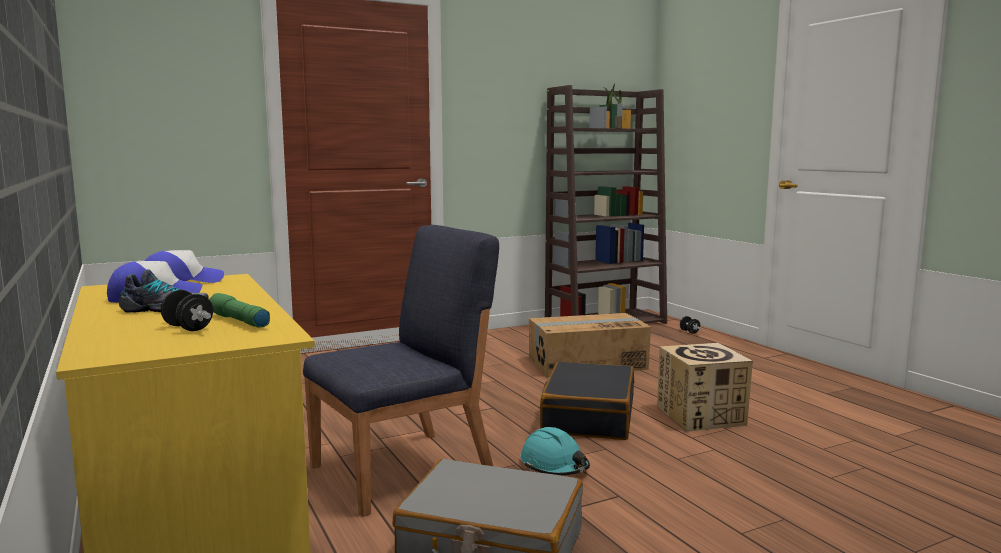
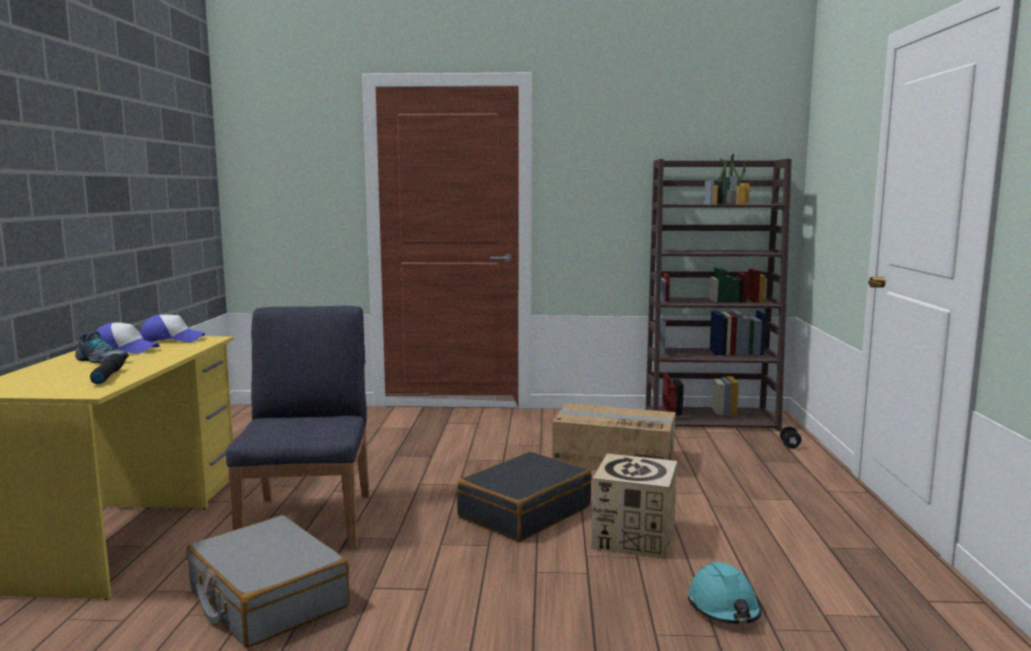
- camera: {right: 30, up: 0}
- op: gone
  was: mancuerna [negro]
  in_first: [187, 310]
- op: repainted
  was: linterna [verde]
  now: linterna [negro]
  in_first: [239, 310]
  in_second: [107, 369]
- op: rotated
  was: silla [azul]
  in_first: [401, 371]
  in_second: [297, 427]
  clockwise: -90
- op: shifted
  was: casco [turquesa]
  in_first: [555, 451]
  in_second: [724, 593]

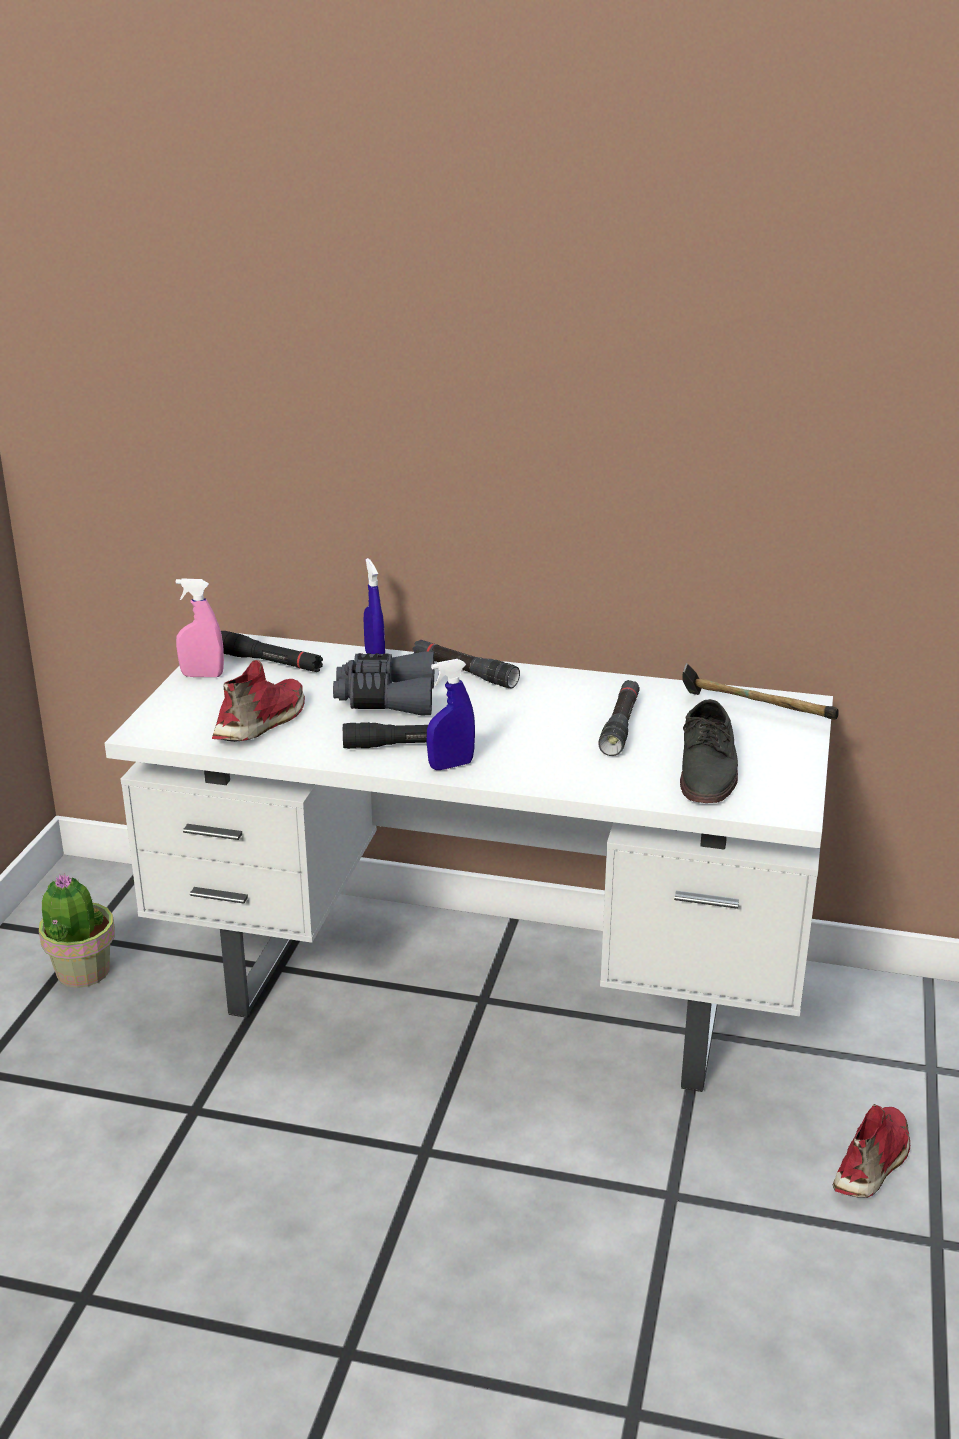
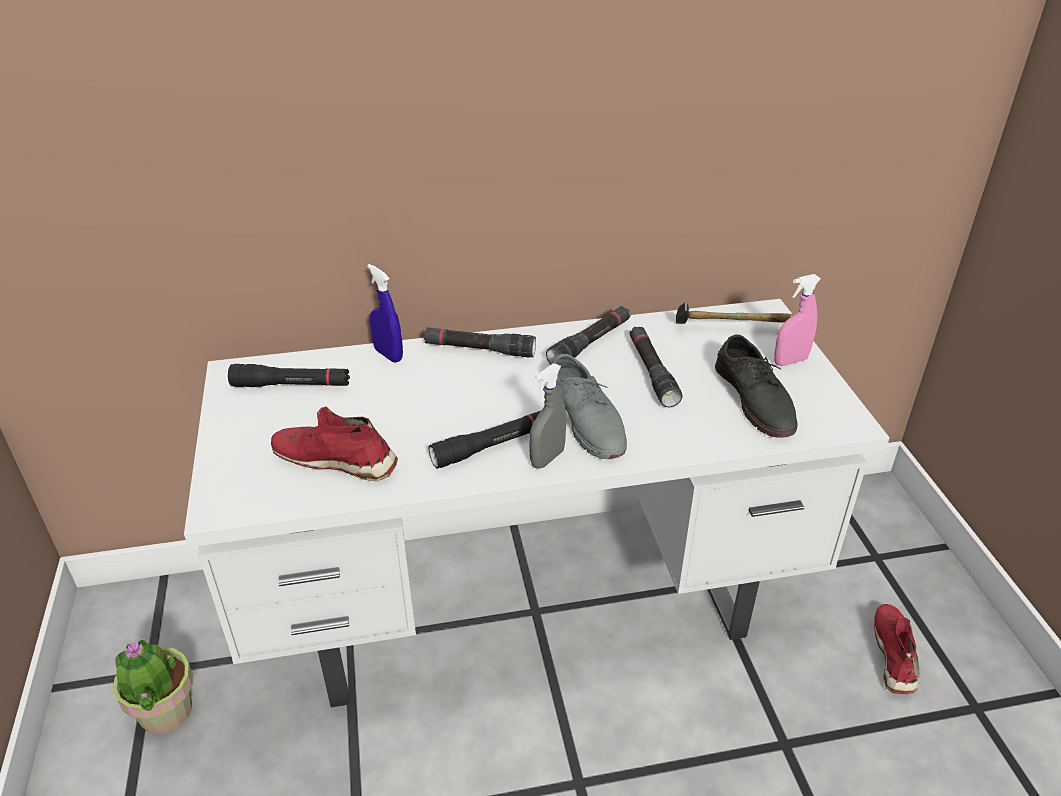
- camera: {right: -25, up: 10}
- op: shifted
  was: pulverizador [rosa]
  in_first: [200, 628]
  in_second: [797, 320]
- op: rotated
  was: zapato [rojo]
  in_first: [258, 701]
  in_second: [334, 444]
  clockwise: -75
- op: gone
  was: prismáticos [gris]
  in_first: [383, 683]
- op: repainted
  was: pulverizador [azul]
  now: pulverizador [gris]
  in_first: [451, 714]
  in_second: [547, 416]
- op: new
  now: linterna [negro]
  in_second: [588, 335]
- op: new
  now: zapato [gris]
  in_second: [589, 406]

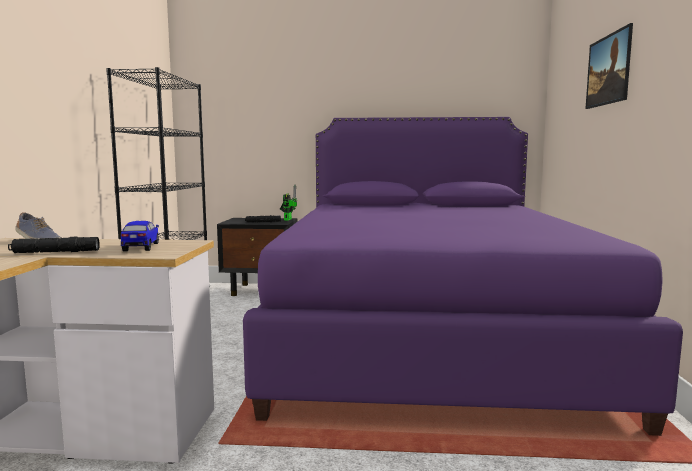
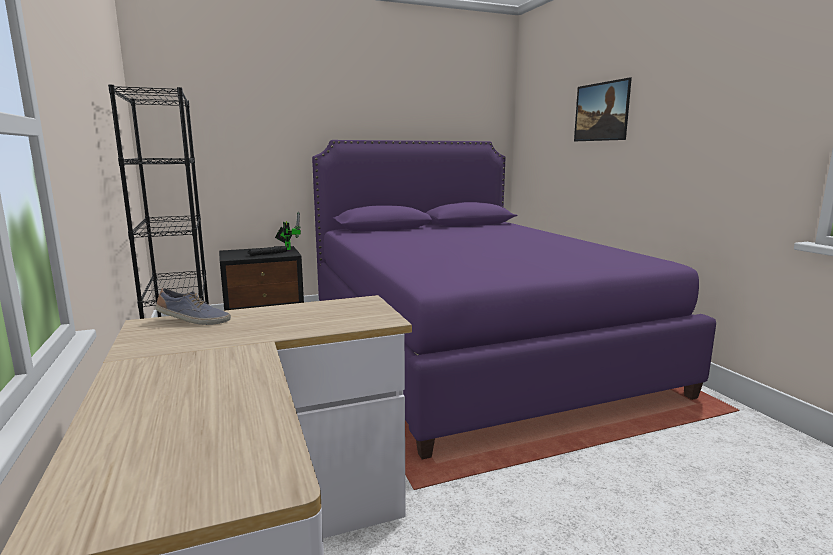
- camera: {right: -25, up: 5}
- op: gone
  was: linterna [negro]
  in_first: [54, 245]
- op: gone
  was: coche de juguete
  in_first: [140, 236]

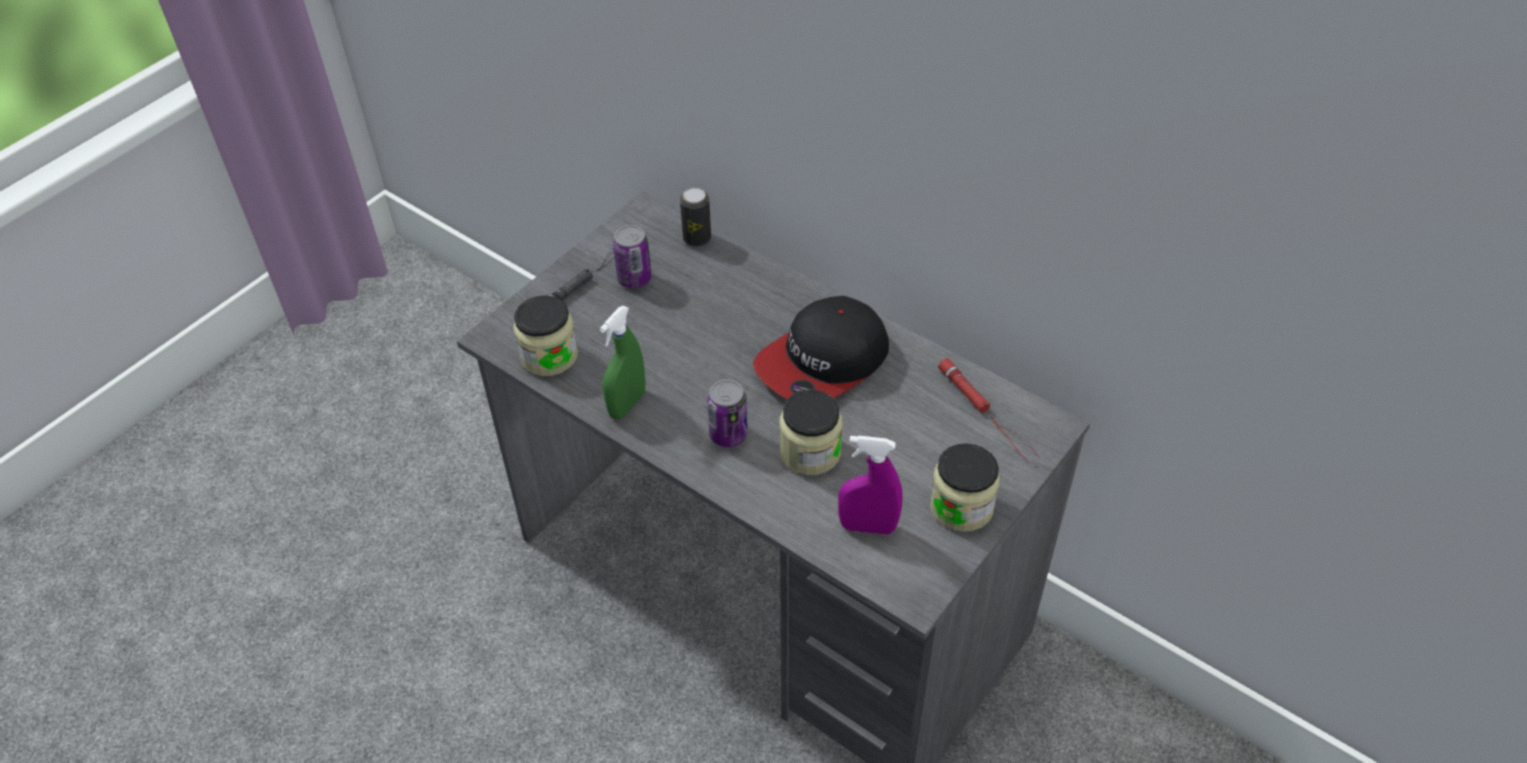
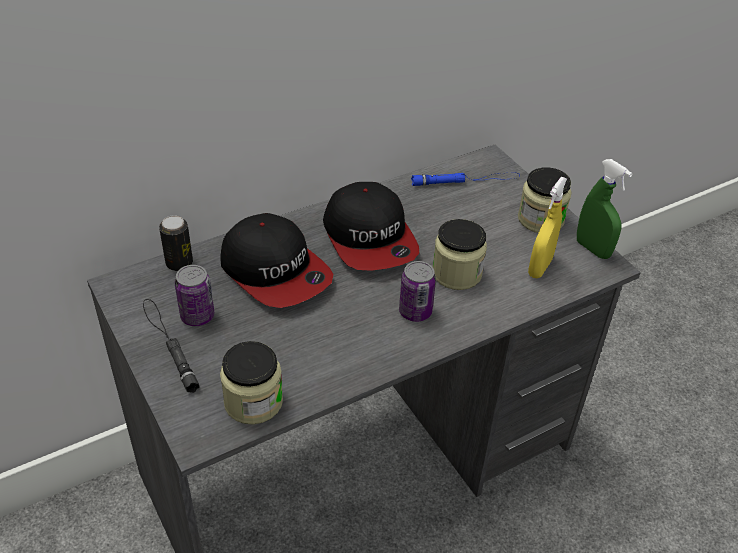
- camera: {right: -70, up: -5}
- op: shifted
  was: pulverizador [verde]
  in_first: [623, 362]
  in_second: [604, 209]
- op: repainted
  was: pulverizador [morado]
  now: pulverizador [amarillo]
  in_first: [870, 485]
  in_second: [547, 227]
- op: repainted
  was: linterna [rojo]
  now: linterna [azul]
  in_first: [989, 411]
  in_second: [465, 179]
- op: new
  now: gorra
  in_second: [276, 260]

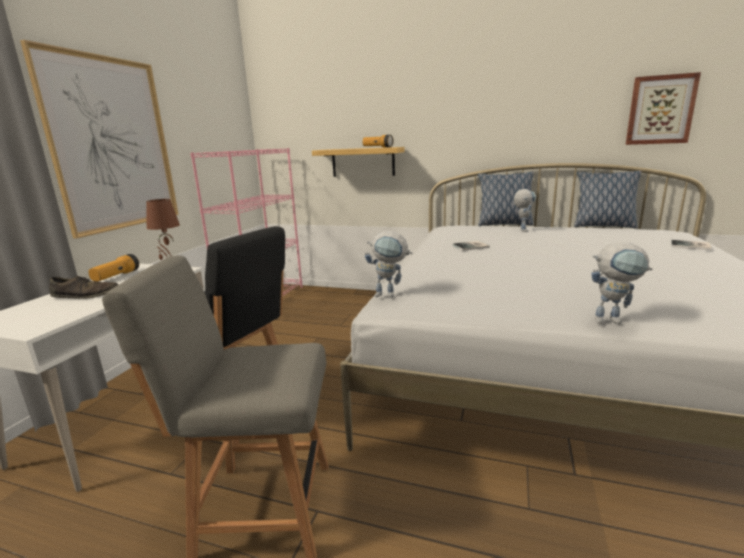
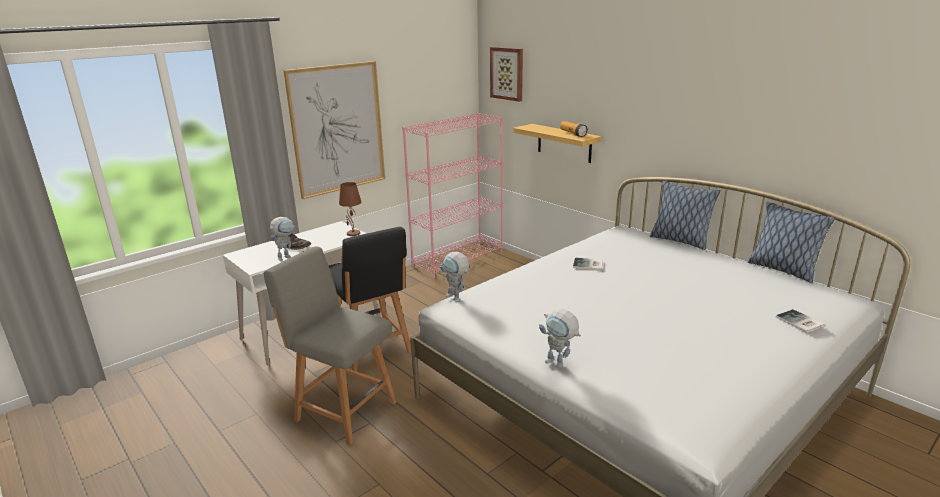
- camera: {right: 30, up: 5}
- op: gone
  was: linterna
  in_first: [113, 268]
- op: shifted
  was: robot de juguete
  in_first: [525, 210]
  in_second: [281, 239]
- op: shifted
  was: cuadro
  in_first: [663, 108]
  in_second: [506, 74]

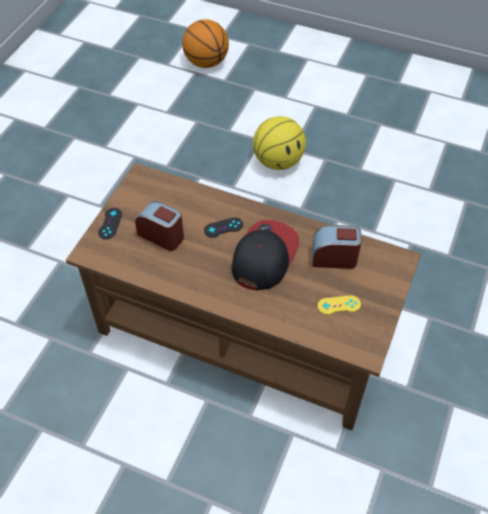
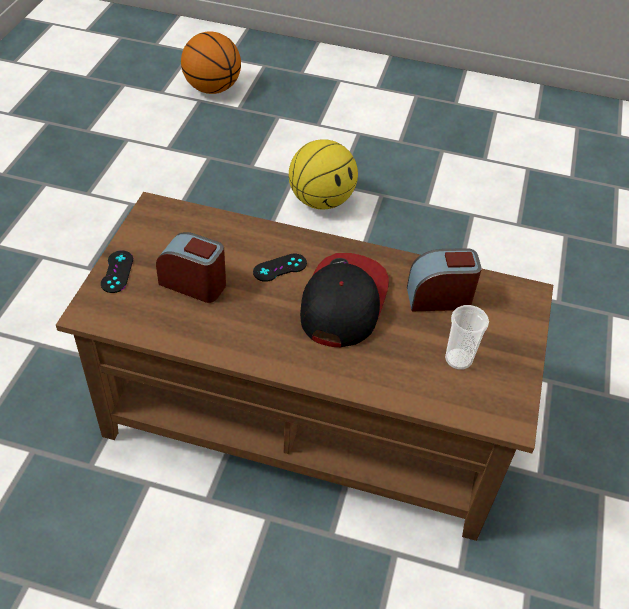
- camera: {right: -10, up: -5}
- op: swapped
  was: mando de consola [amarillo]
  now: taza
  in_first: [339, 305]
  in_second: [467, 337]

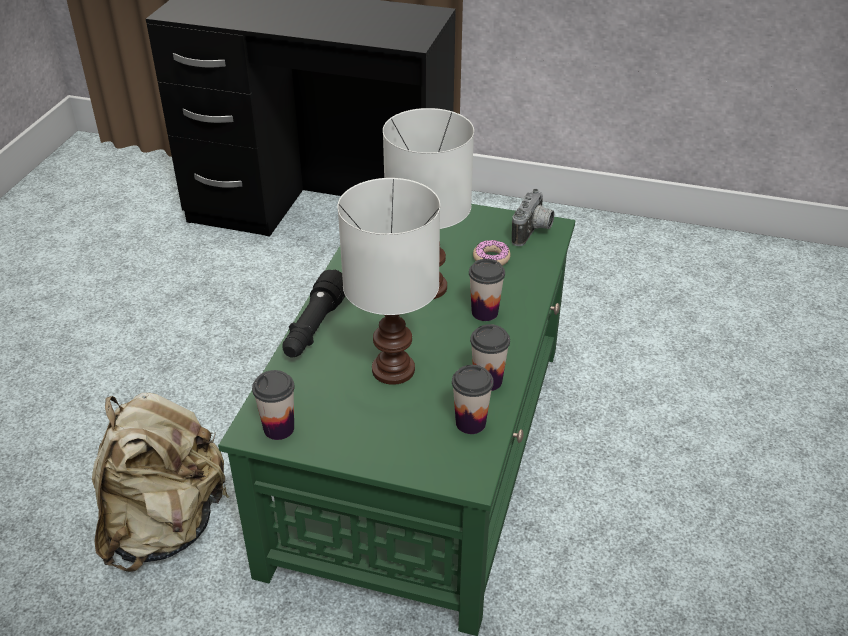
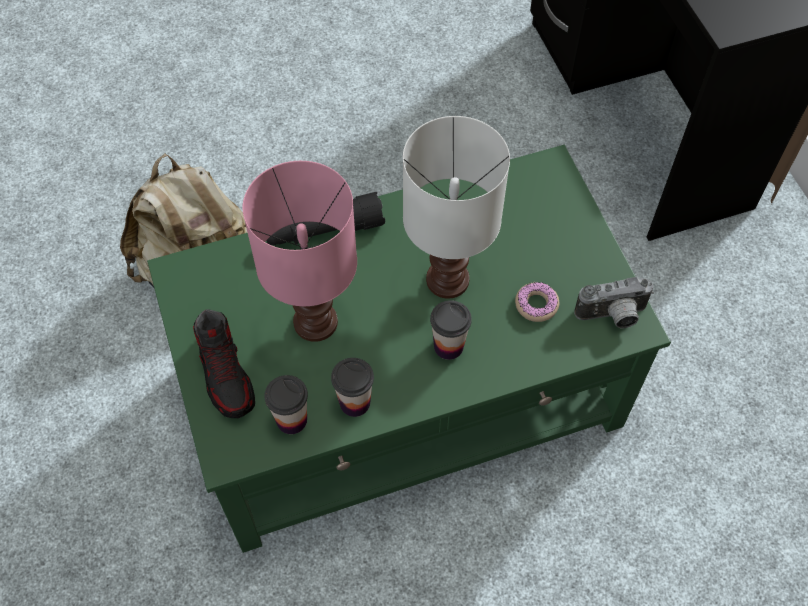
- camera: {right: 55, up: 20}
- op: gone
  was: taza
  in_first: [273, 405]
- op: repainted
  was: lámpara de mesa [blanco]
  now: lámpara de mesa [rosa]
  in_first: [388, 281]
  in_second: [300, 251]
- op: new
  now: zapato
  in_second: [224, 363]

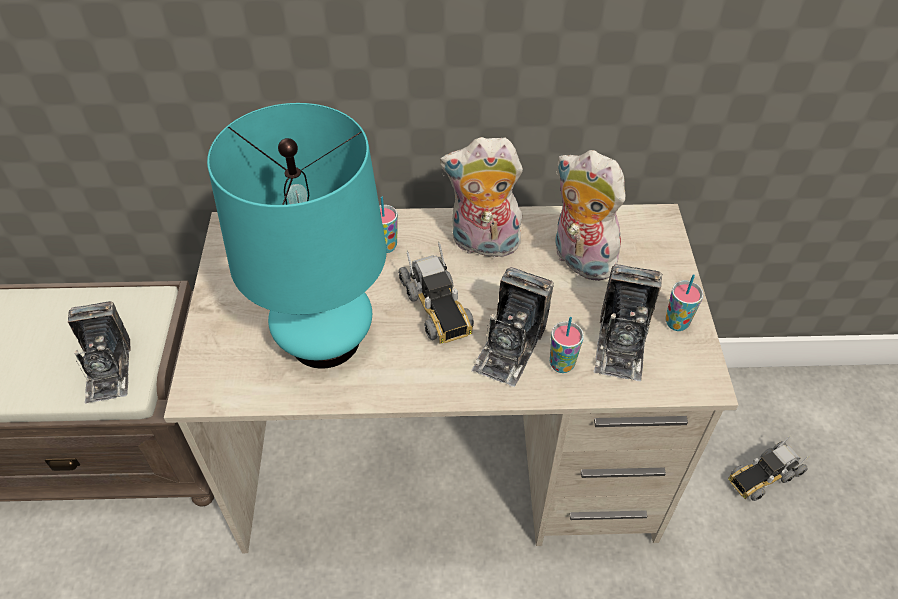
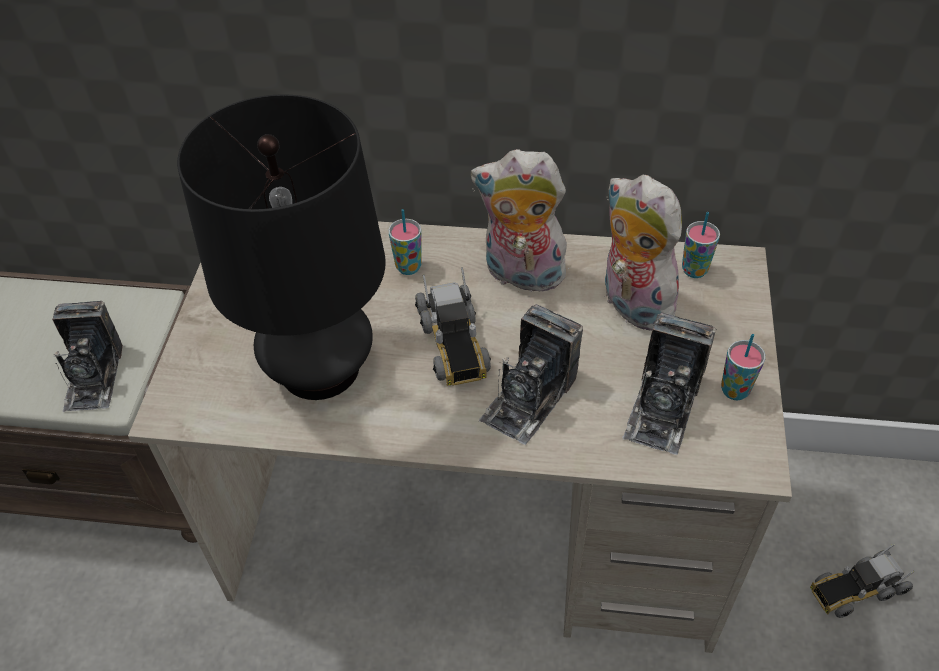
- camera: {right: 10, up: 0}
- op: repainted
  was: lámpara de mesa [turquesa]
  now: lámpara de mesa [negro]
  in_first: [297, 236]
  in_second: [281, 247]
- op: shifted
  was: taza
  in_first: [567, 345]
  in_second: [701, 245]

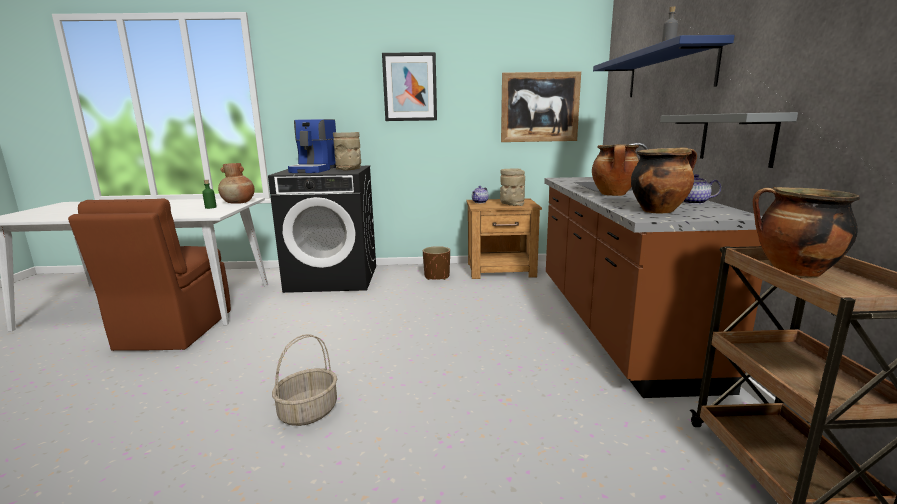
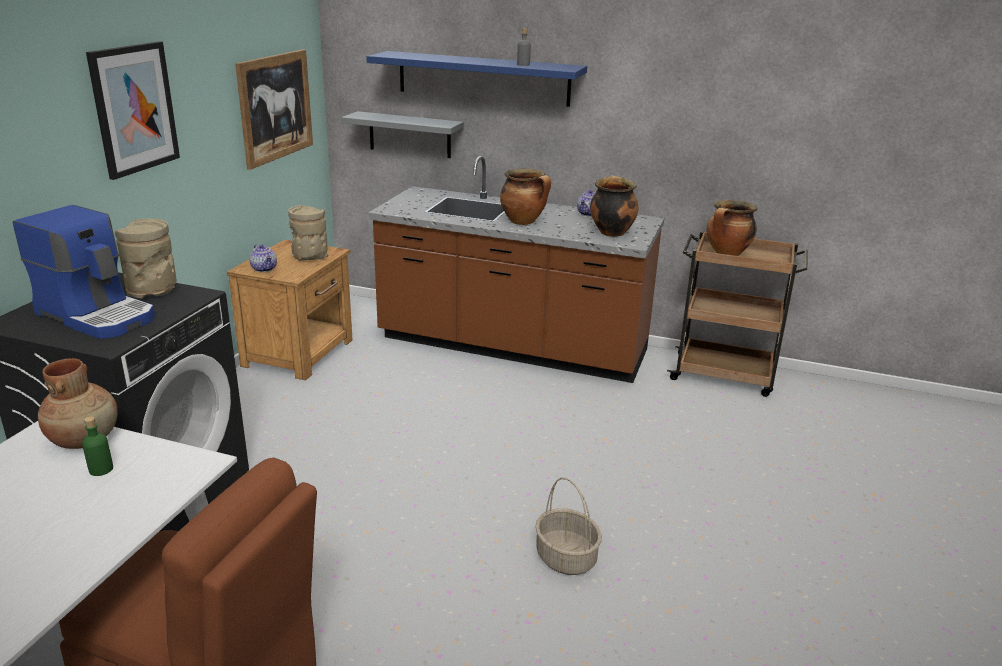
- camera: {right: -70, up: 10}
- op: gone
  was: maceta [marrón]
  in_first: [436, 263]
- op: shifted
  was: estante [gris]
  in_first: [729, 140]
  in_second: [402, 134]

